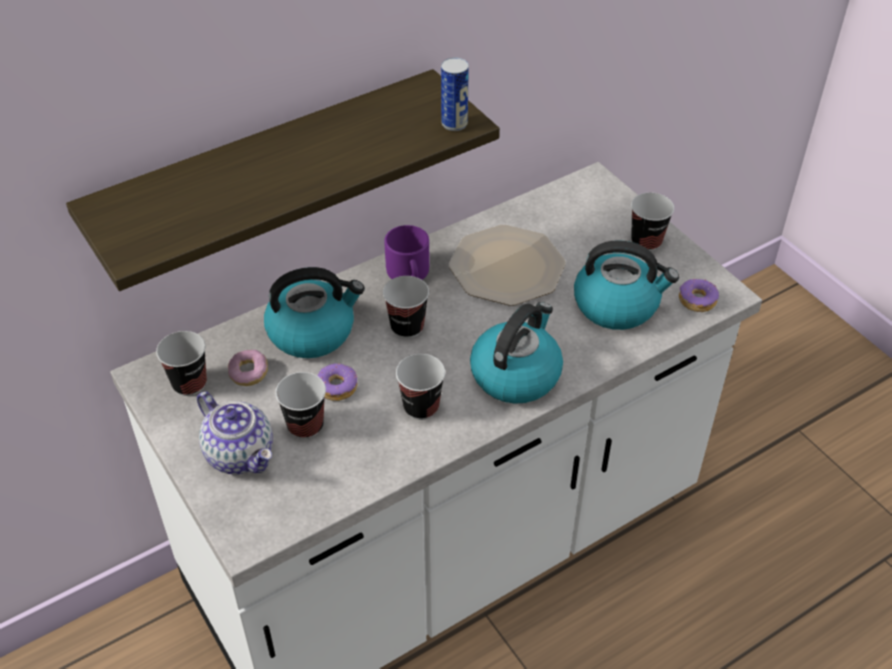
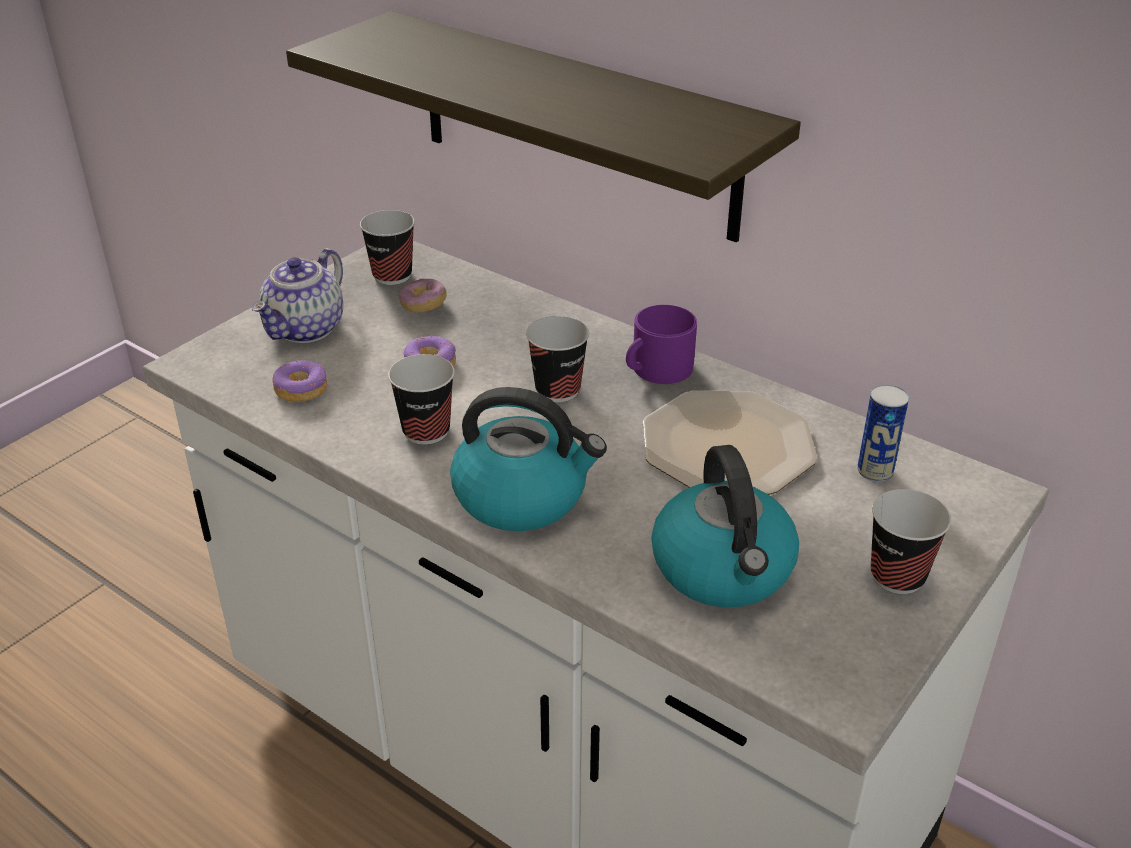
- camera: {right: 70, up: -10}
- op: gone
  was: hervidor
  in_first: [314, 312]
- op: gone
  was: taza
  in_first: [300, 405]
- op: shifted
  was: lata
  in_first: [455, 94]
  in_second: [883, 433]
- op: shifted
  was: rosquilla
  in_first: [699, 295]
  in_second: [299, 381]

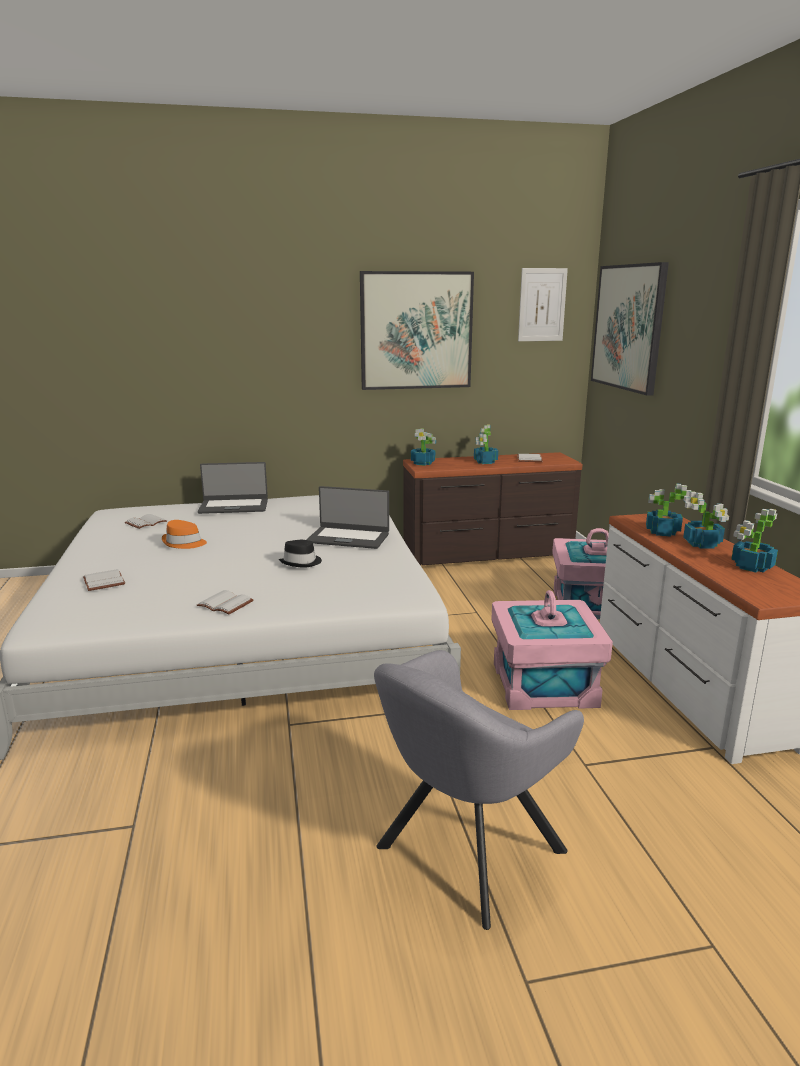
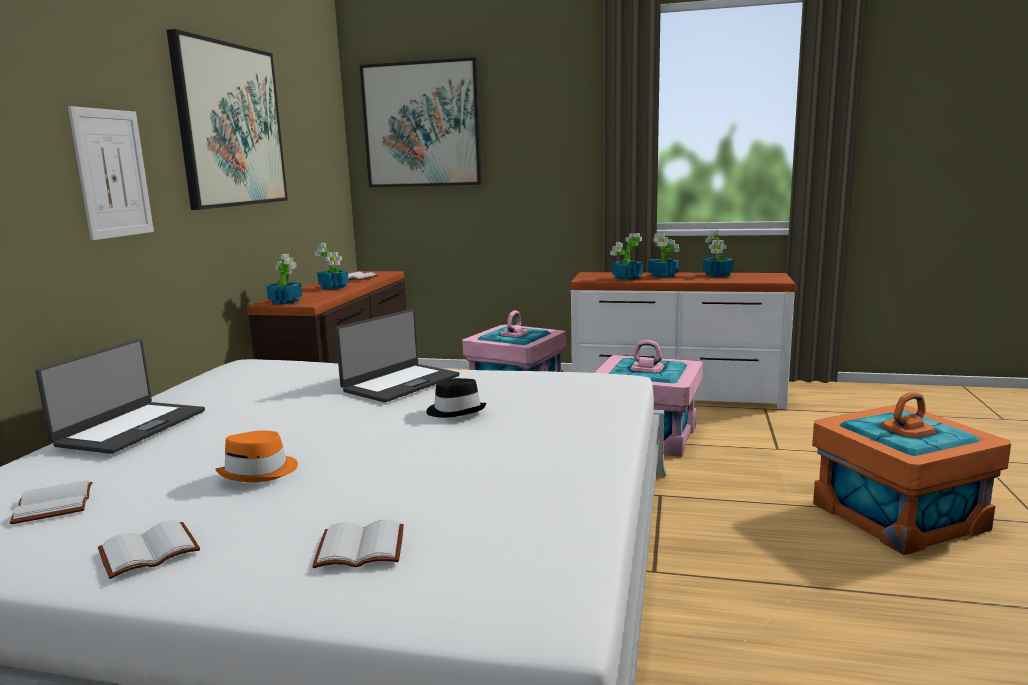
- camera: {right: -65, up: -5}
- op: shifted
  was: libro [blanco]
  in_first: [225, 602]
  in_second: [149, 549]
- op: swapped
  was: sillón [gris]
  now: caja de almacenaje [naranja]
  in_first: [479, 790]
  in_second: [911, 473]
- op: shifted
  was: cuadro
  in_first: [543, 304]
  in_second: [111, 173]

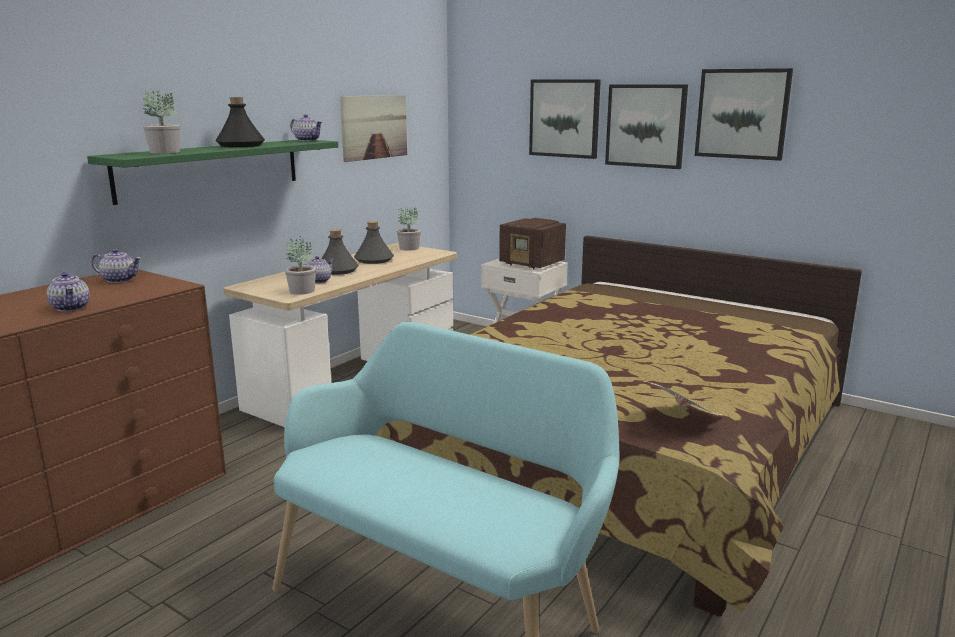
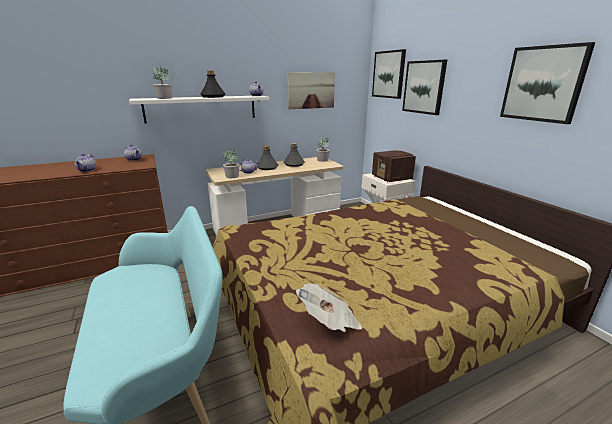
- camera: {right: 30, up: 5}
- op: repainted
  was: estante [verde]
  now: estante [blanco]
  in_first: [212, 172]
  in_second: [199, 109]
- op: shifted
  was: cuadro
  in_first: [646, 126]
  in_second: [389, 74]

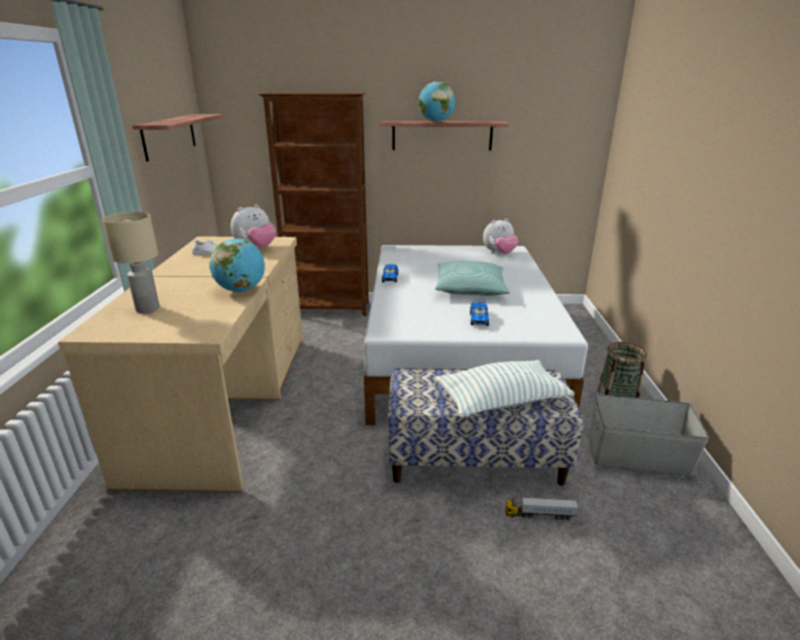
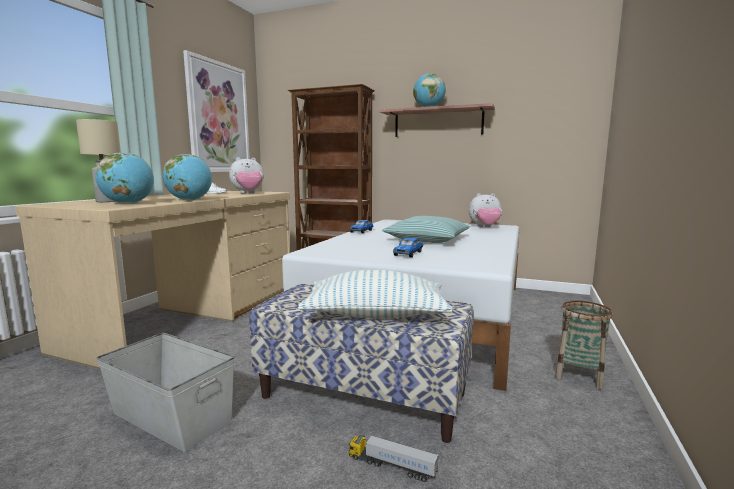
- camera: {right: 20, up: -15}
- op: swapped
  was: estante
  now: cuadro
  in_first: [177, 138]
  in_second: [216, 111]
- op: shifted
  was: caja de almacenaje [gris]
  in_first: [649, 435]
  in_second: [166, 392]
- op: new
  now: globo terráqueo
  in_second: [124, 178]

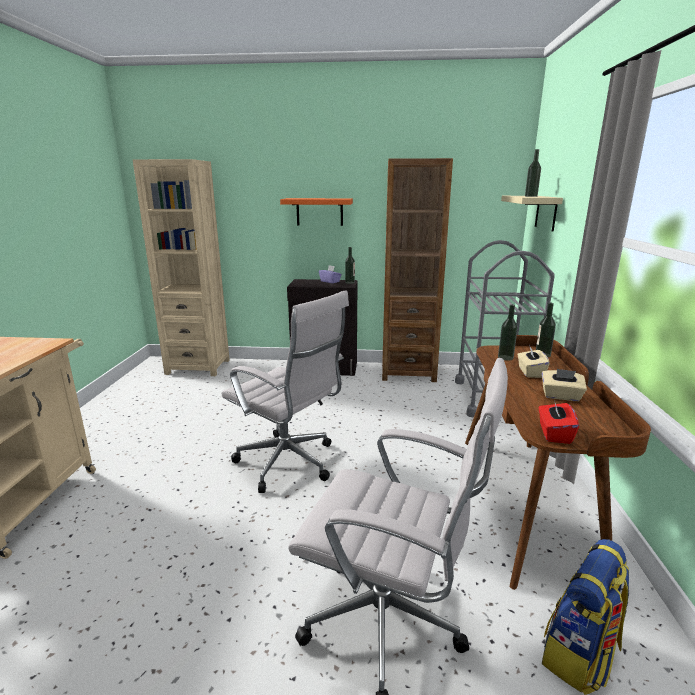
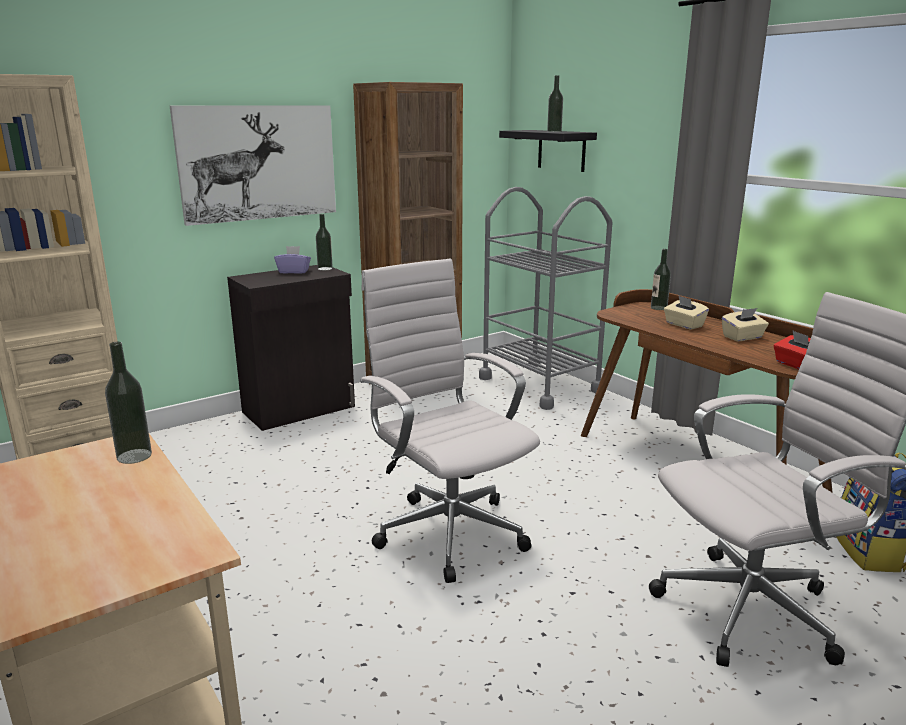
- camera: {right: -40, up: 0}
- op: rotated
  was: silla de oficina [blanco]
  in_first: [285, 391]
  in_second: [450, 421]
  clockwise: -120
- op: swapped
  was: estante [naranja]
  now: cuadro
  in_first: [316, 212]
  in_second: [253, 165]
- op: shifted
  was: botella
  in_first: [508, 333]
  in_second: [128, 403]
- op: repainted
  was: estante [beis]
  now: estante [negro]
  in_first: [532, 214]
  in_second: [548, 151]

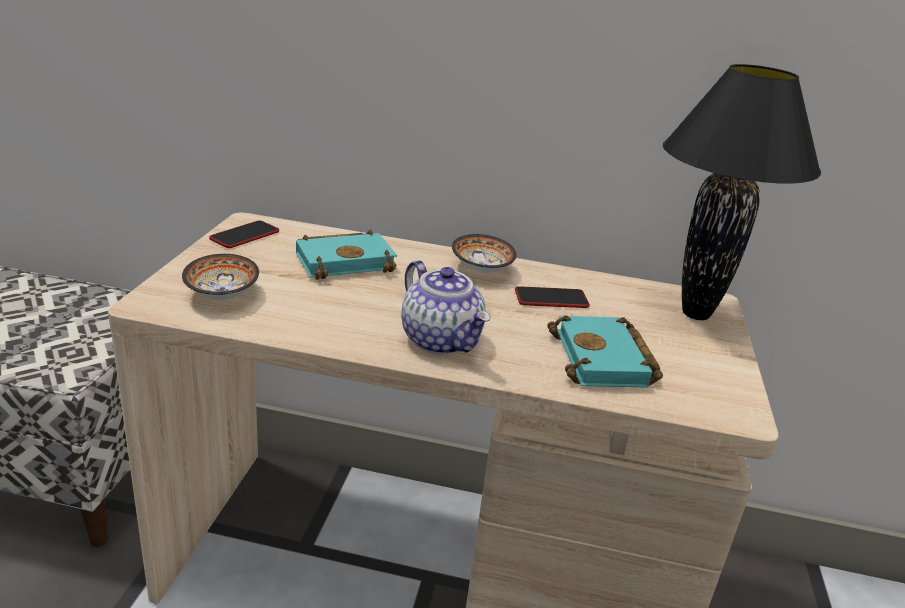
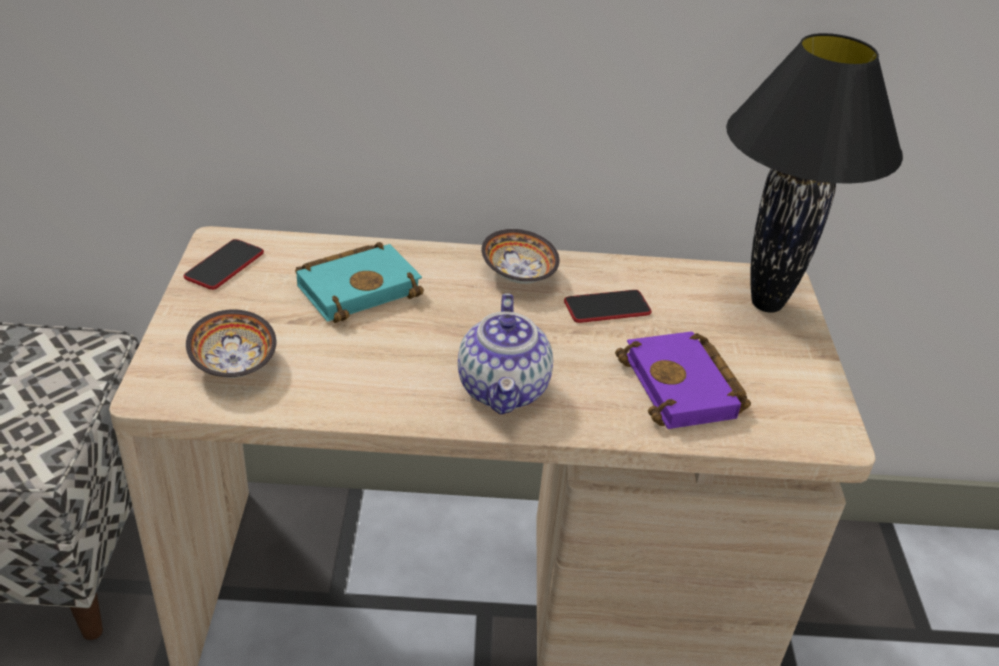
- camera: {right: -10, up: 10}
- op: rotated
  was: tetera
  in_first: [446, 307]
  in_second: [505, 354]
  clockwise: 45
- op: repainted
  was: libro [turquesa]
  now: libro [morado]
  in_first: [605, 351]
  in_second: [683, 380]

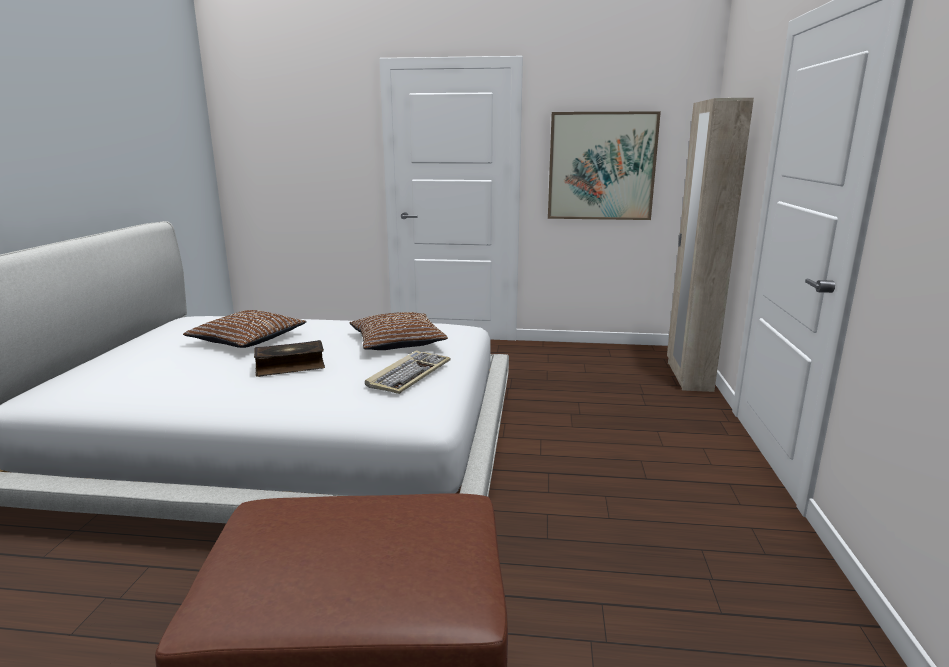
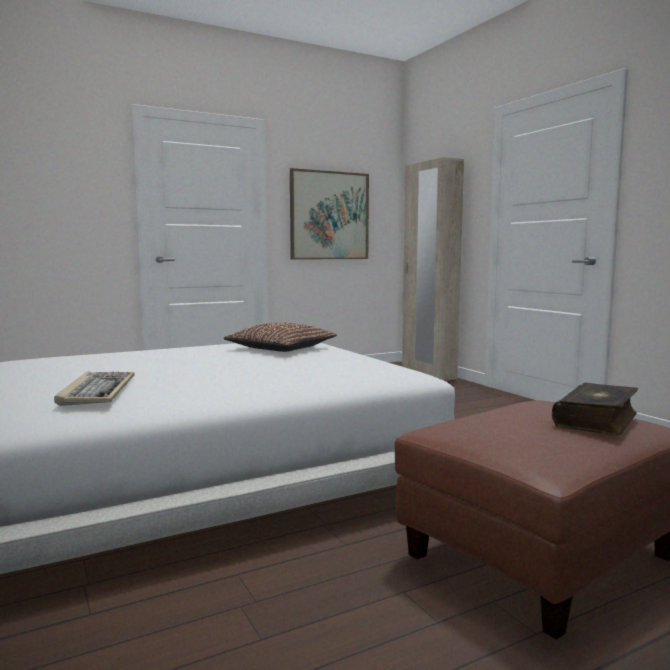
- camera: {right: -35, up: -10}
- op: gone
  was: cojín [marrón]
  in_first: [244, 329]
- op: shifted
  was: libro
  in_first: [289, 358]
  in_second: [595, 409]
- op: shifted
  was: teclado
  in_first: [408, 372]
  in_second: [94, 388]

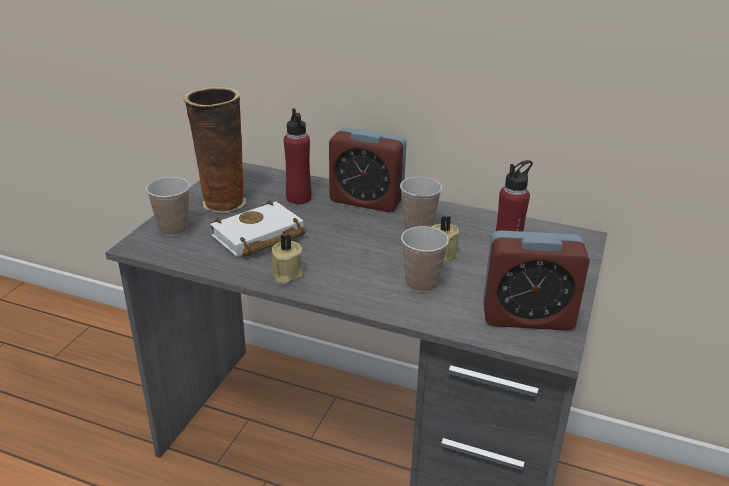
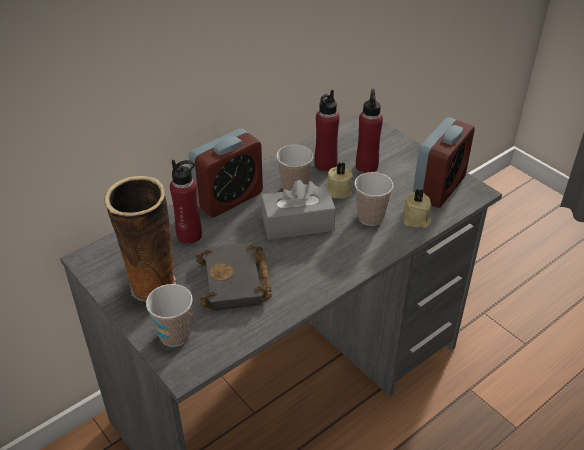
- camera: {right: -60, up: 10}
- op: repainted
  was: libro [blanco]
  now: libro [negro]
  in_first: [258, 229]
  in_second: [234, 277]
- op: shifted
  was: vela [beis]
  in_first: [287, 259]
  in_second: [416, 208]
- op: new
  now: caja de pañuelos [gris]
  in_second: [298, 210]
- op: new
  now: botella [rojo]
  in_second: [327, 131]

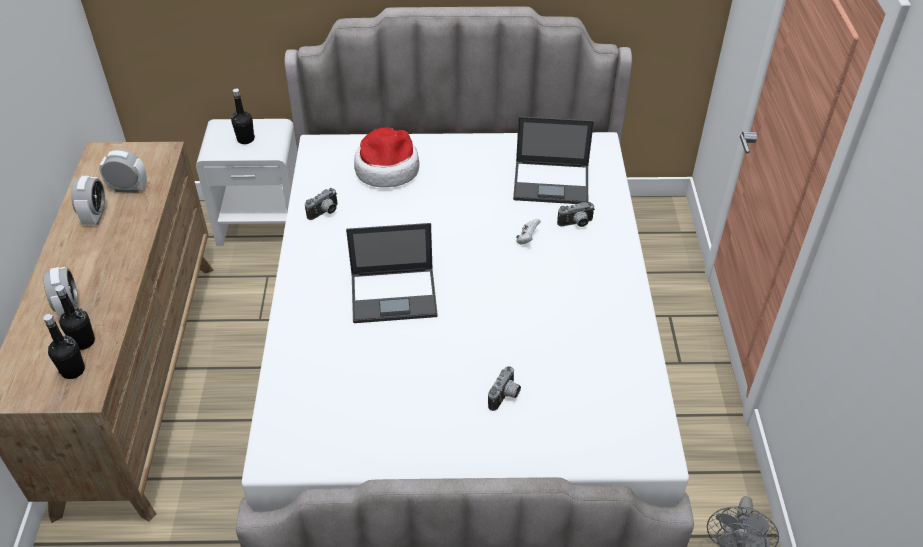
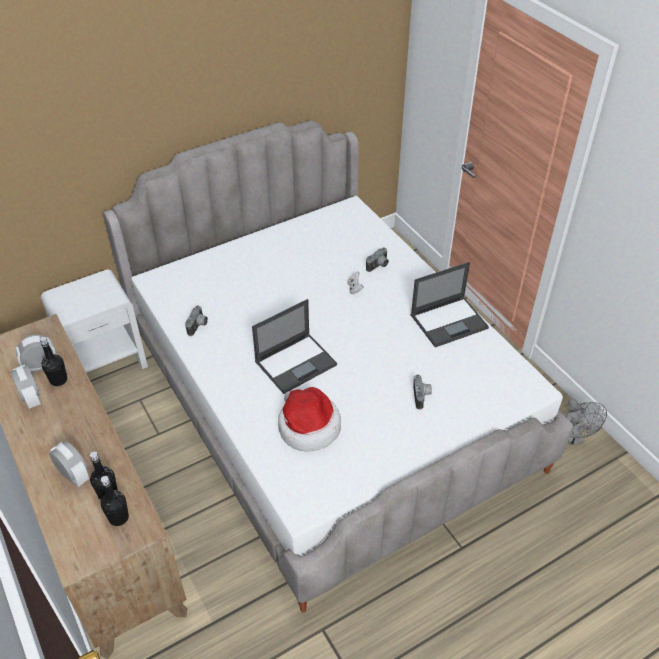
- camera: {right: -30, up: 0}
- op: shifted
  was: botella [negro]
  in_first: [243, 116]
  in_second: [53, 361]
- op: shifted
  was: sombrero
  in_first: [386, 157]
  in_second: [309, 419]
- op: shifted
  was: portátil
  in_first: [553, 160]
  in_second: [450, 304]

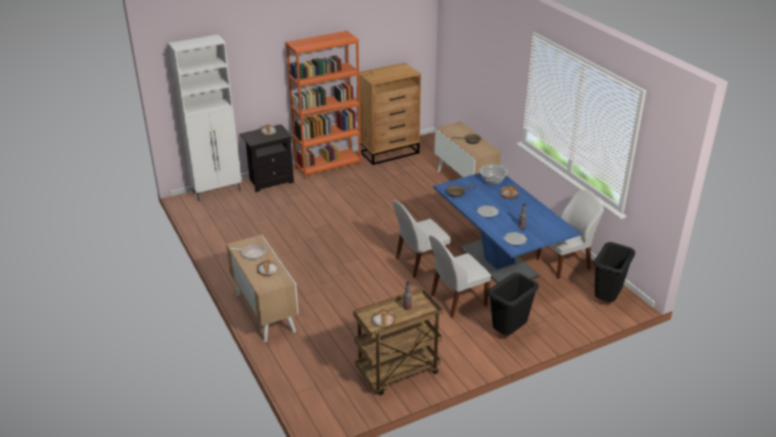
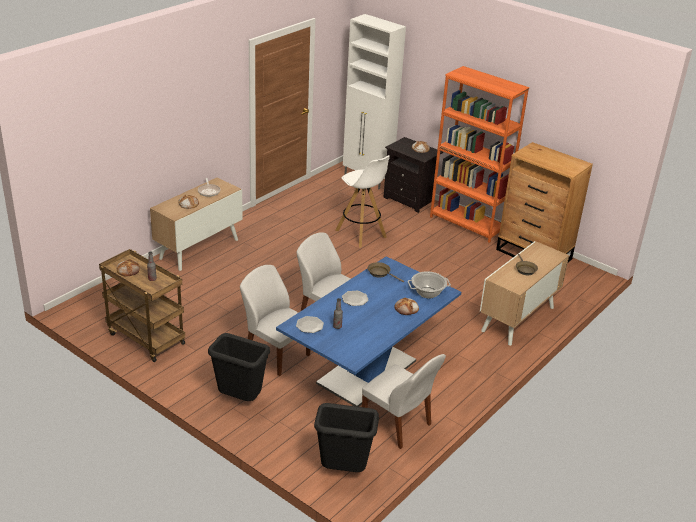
- camera: {right: 65, up: 0}
- op: new
  now: taburete [blanco]
  in_second: [362, 201]

